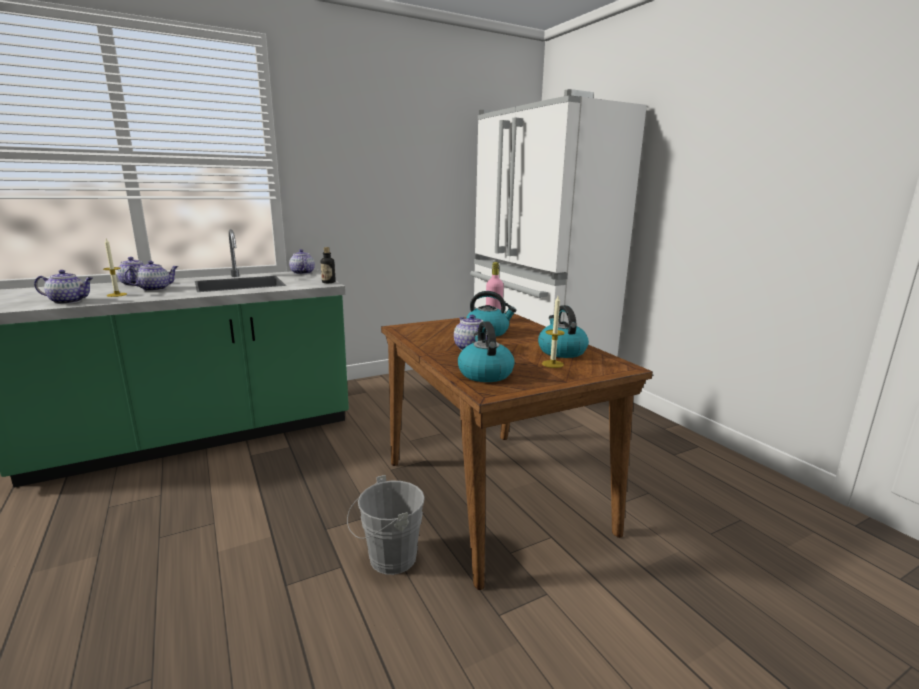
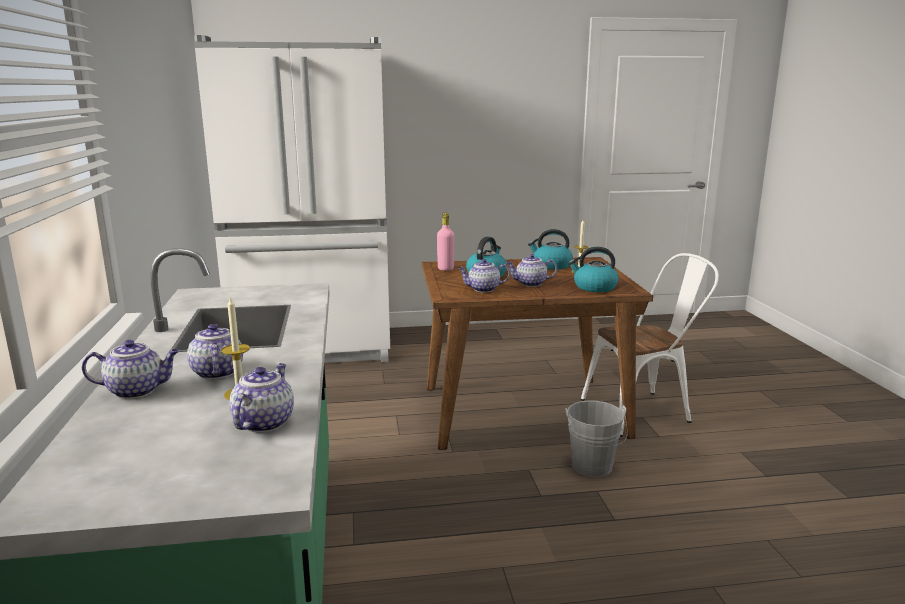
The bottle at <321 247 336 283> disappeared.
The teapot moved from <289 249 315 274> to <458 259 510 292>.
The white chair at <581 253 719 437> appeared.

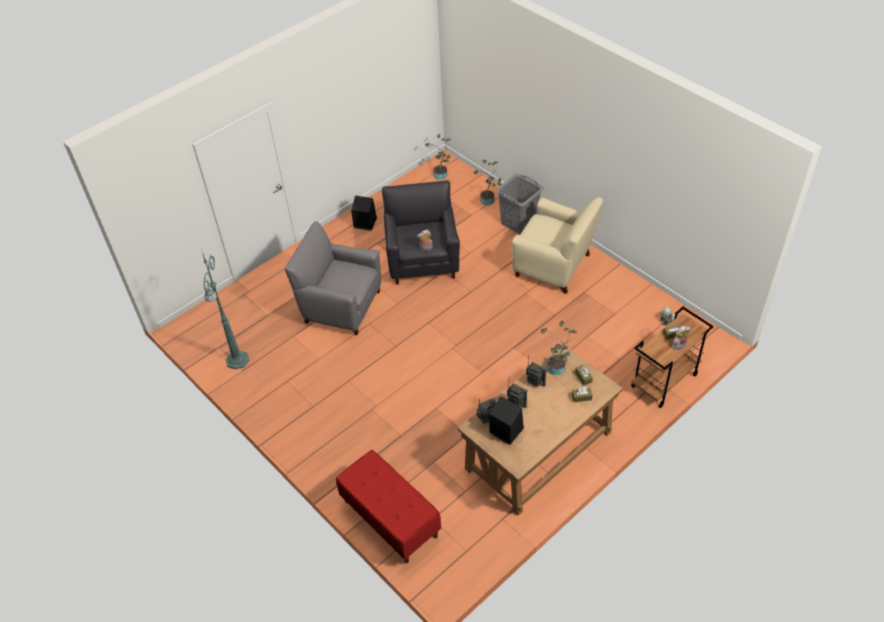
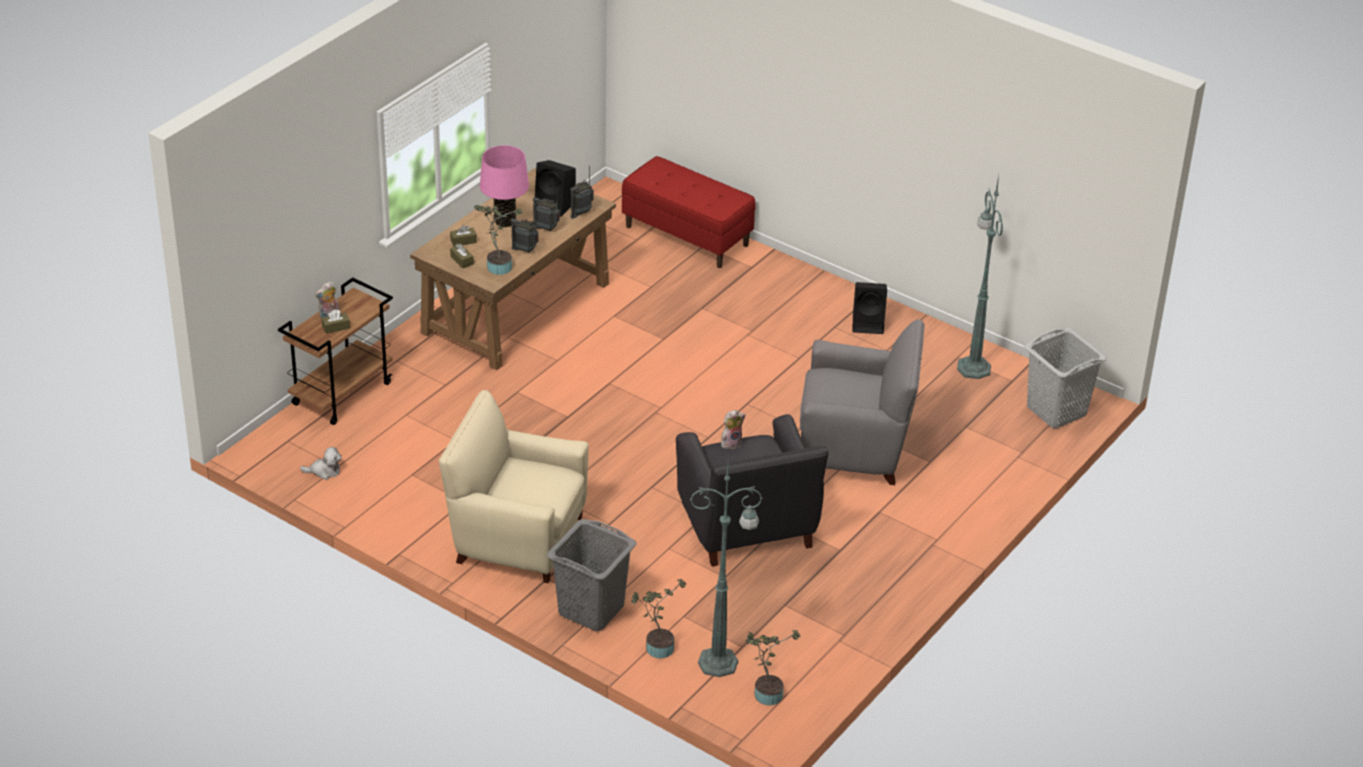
The black speaker moved from <351 196 377 231> to <852 282 887 334>.
The pink table lamp at <480 145 529 227> appeared.
The grey laundry basket at <1024 328 1107 428> appeared.
The green floor lamp at <690 462 762 677> appeared.

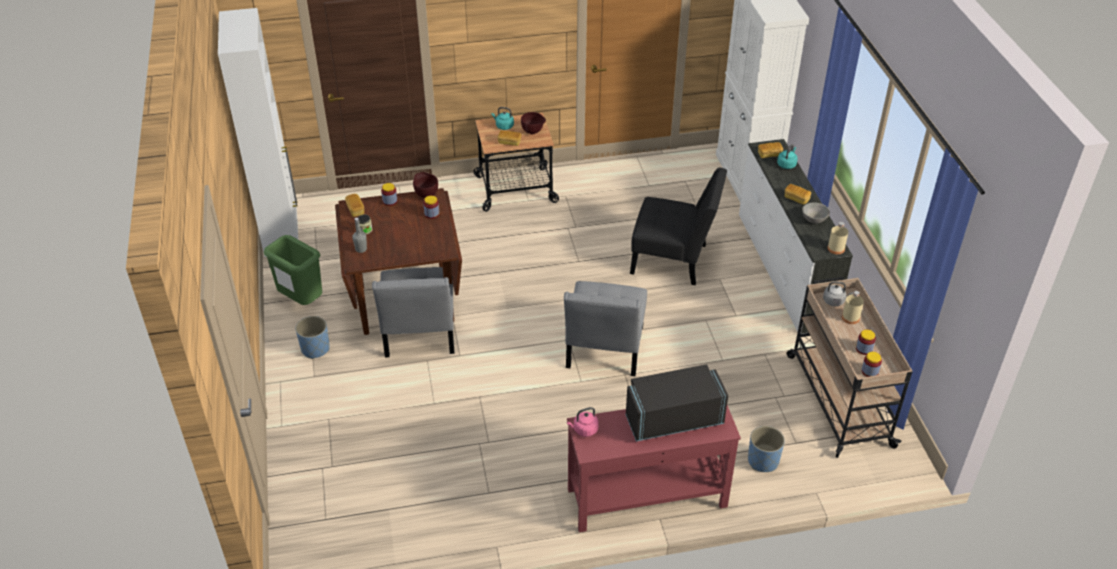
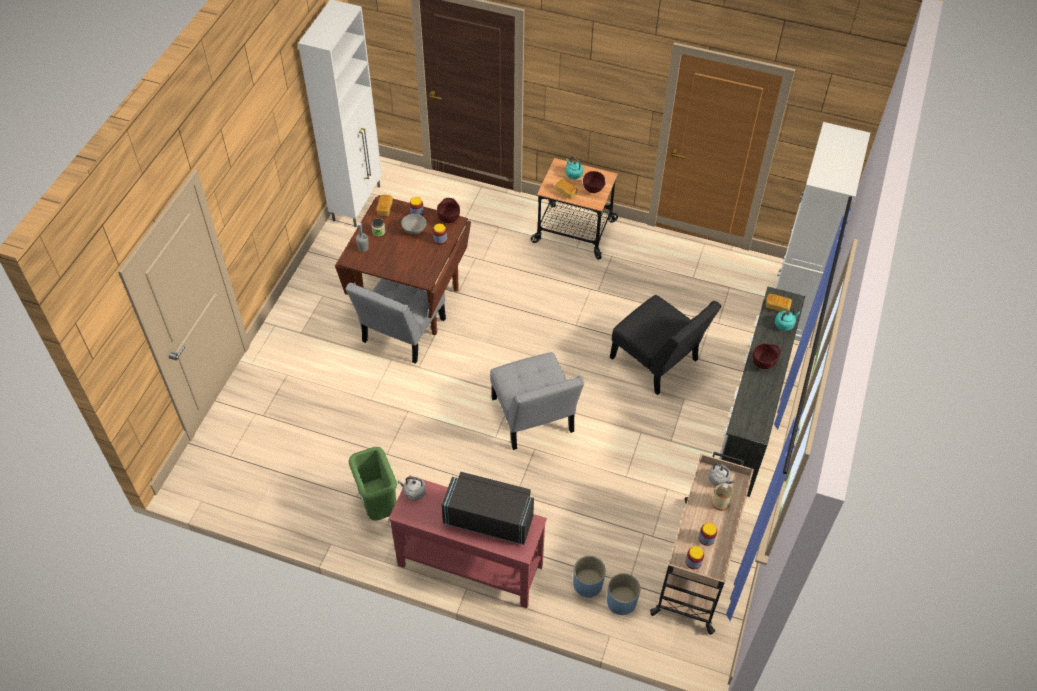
The bread at <785 184 811 205> was replaced by the brown bowl at <752 343 781 369>.
The grey bowl moved from <802 202 830 224> to <401 214 427 234>.
The beige bottle at <827 222 848 254> disappeared.
The green trash can moved from <264 235 322 305> to <348 447 397 521>.
The grey chair at <564 281 647 376> turned 60 degrees counterclockwise.
The blue planter moved from <296 316 330 359> to <607 573 640 615>.
The pink kettle at <567 407 599 437> became the grey kettle at <398 477 426 501>.

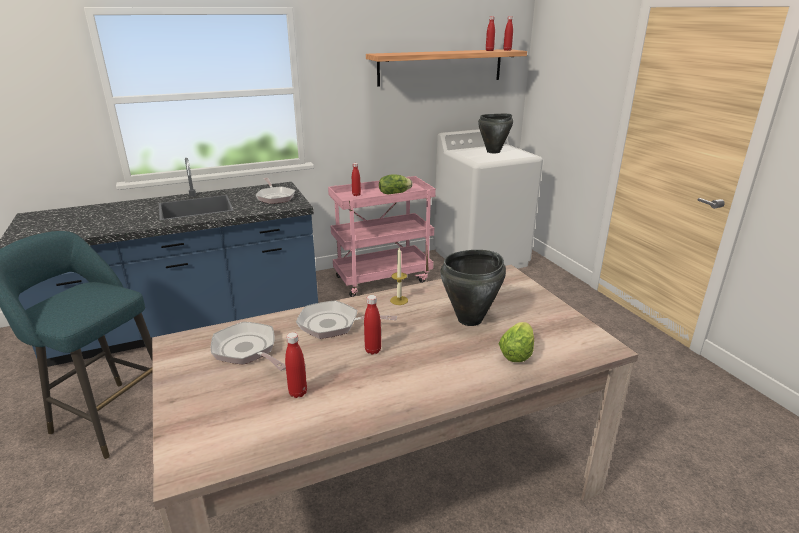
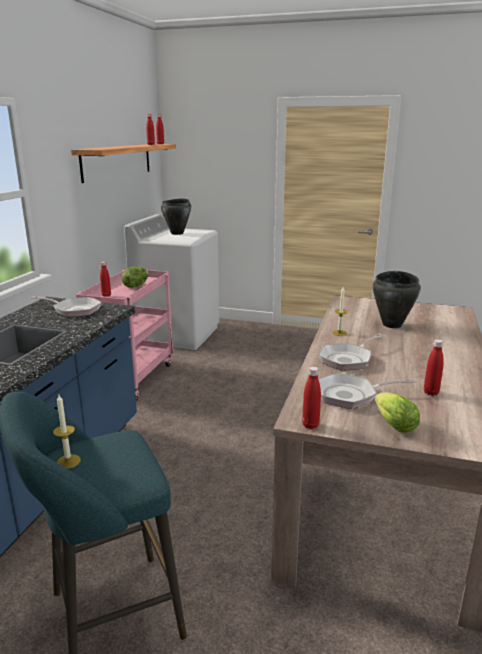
The red bottle moved from <364 295 381 354> to <302 367 321 429>.
The lettuce moved from <499 322 534 362> to <375 392 420 433>.
The candle at <53 395 81 469> appeared.

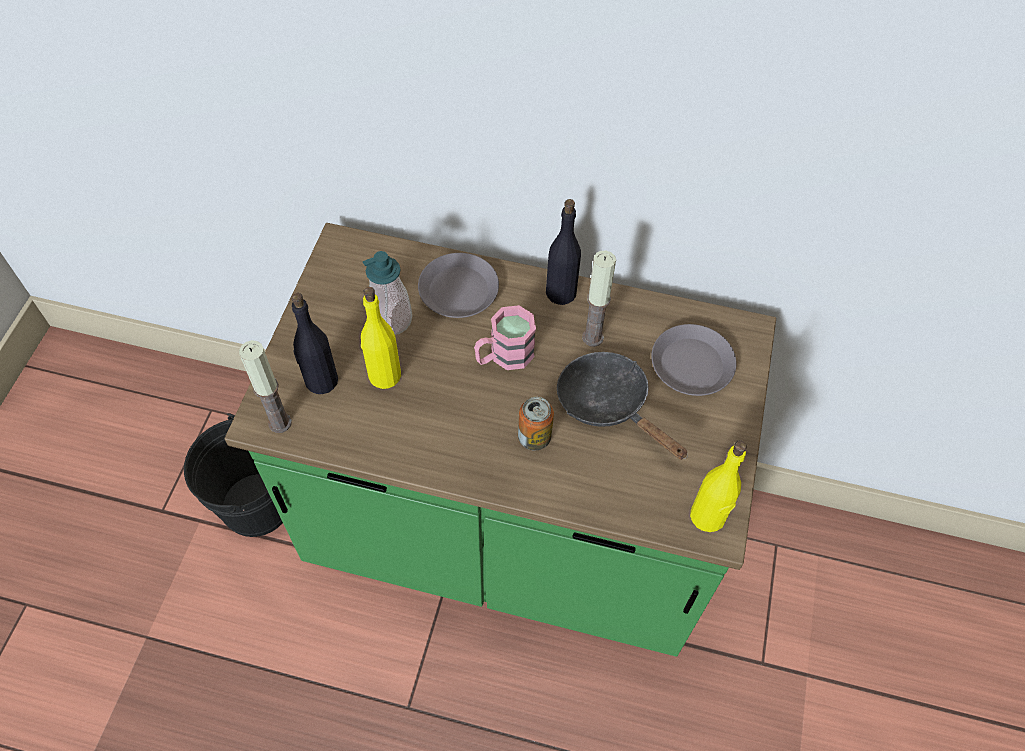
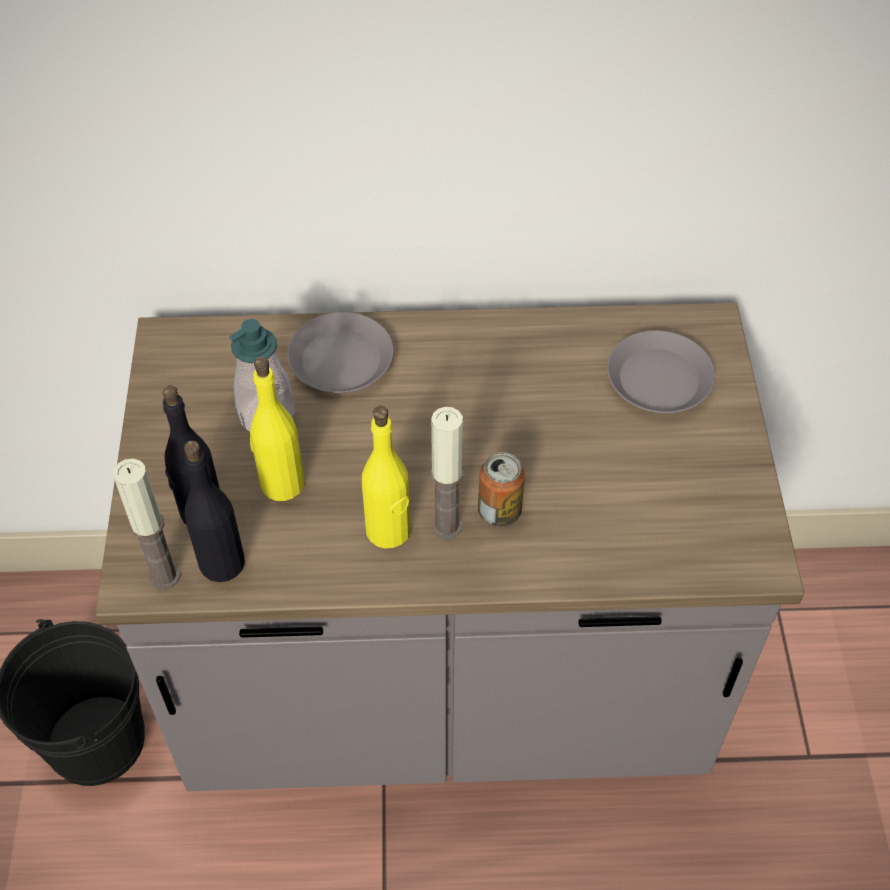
The black bottle moved from <546 199 581 305> to <184 441 245 582>.
The green counter at <225 223 776 657> became the grey counter at <95 302 804 791>.
The candle moved from <582 251 616 347> to <430 407 463 539>.
The pink mug at <474 305 536 370> disappeared.
The black frying pan at <557 352 688 460> disappeared.
The yellow bottle moved from <690 440 747 532> to <362 406 411 549>.

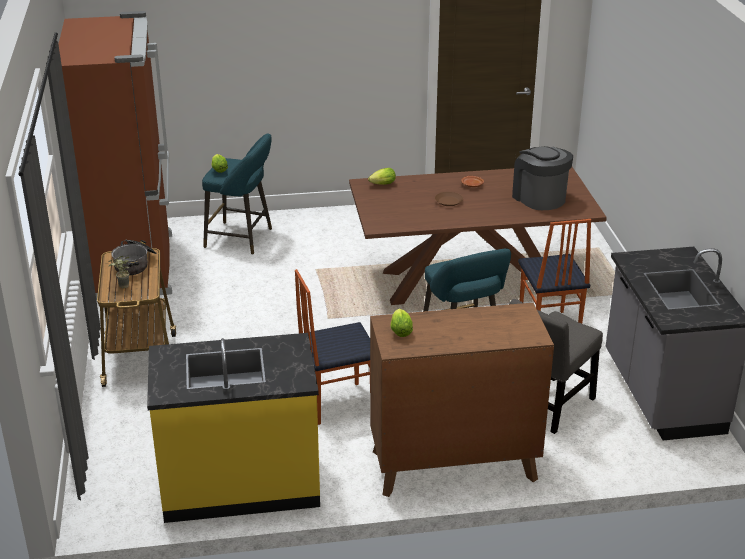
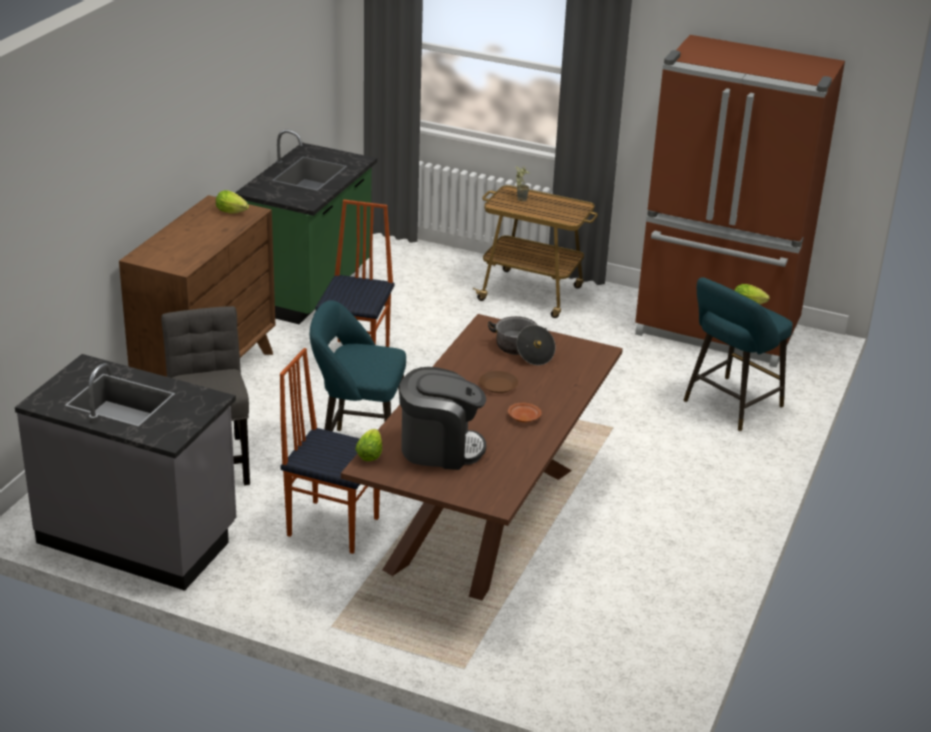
The lettuce moved from <368 168 396 185> to <355 429 382 461>.
The cooking pot moved from <111 240 157 275> to <488 316 555 365>.
The yellow counter at <147 333 320 523> became the green counter at <235 130 377 324>.

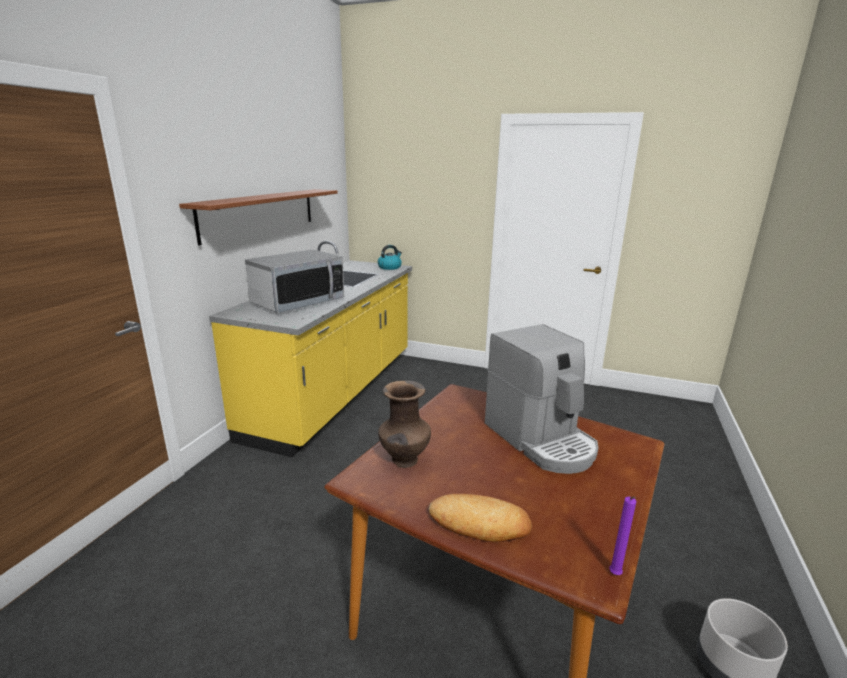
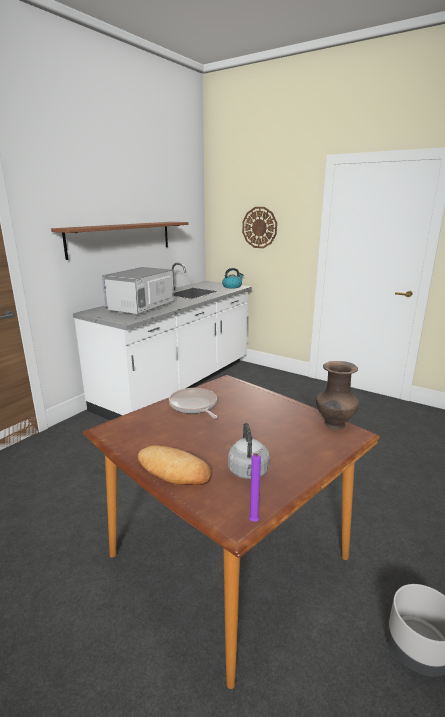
The yellow counter at <209 241 412 457> became the white counter at <73 263 252 420>.
The microwave at <245 249 344 313> turned 150 degrees clockwise.
The coffee machine at <485 324 599 474> disappeared.
The brown vase moved from <378 381 431 468> to <316 361 359 430>.
The wall clock at <242 207 277 248> appeared.
The frying pan at <169 388 217 418> appeared.
The grey kettle at <228 423 270 479> appeared.

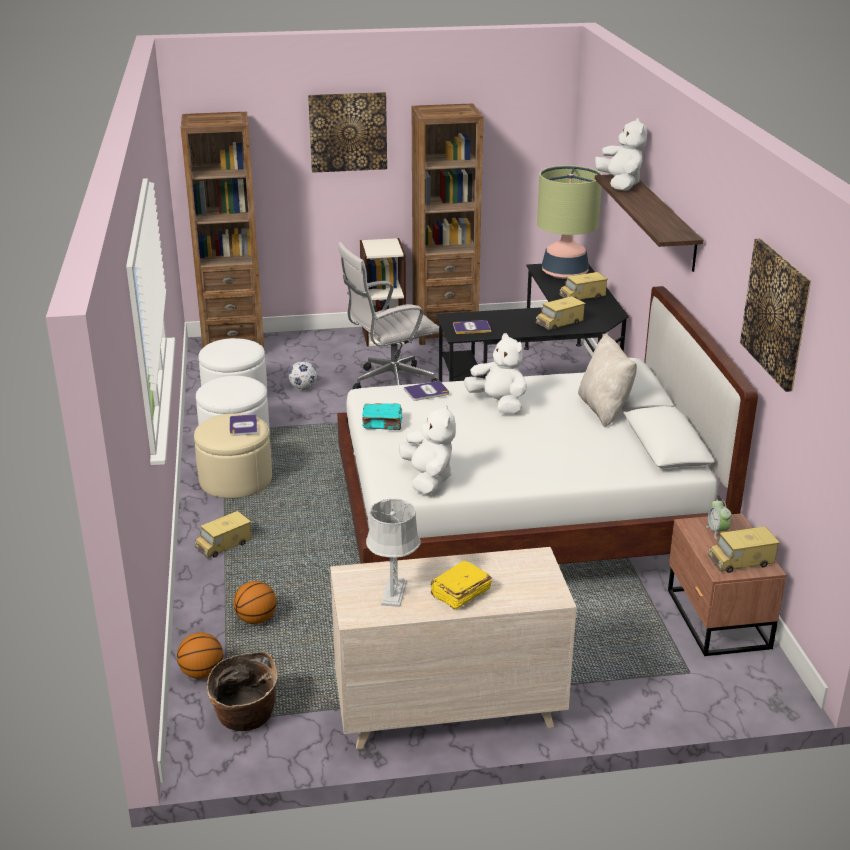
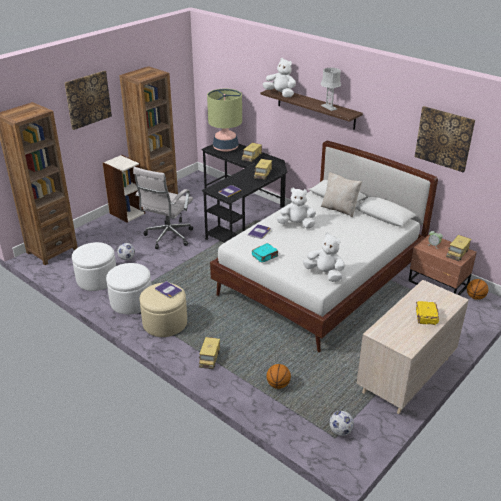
The grey table lamp moved from <366 499 421 607> to <320 67 341 111>.
The basketball moved from <177 632 223 679> to <467 279 488 300>.
The basket at <207 652 278 731> was replaced by the football at <329 411 354 436>.

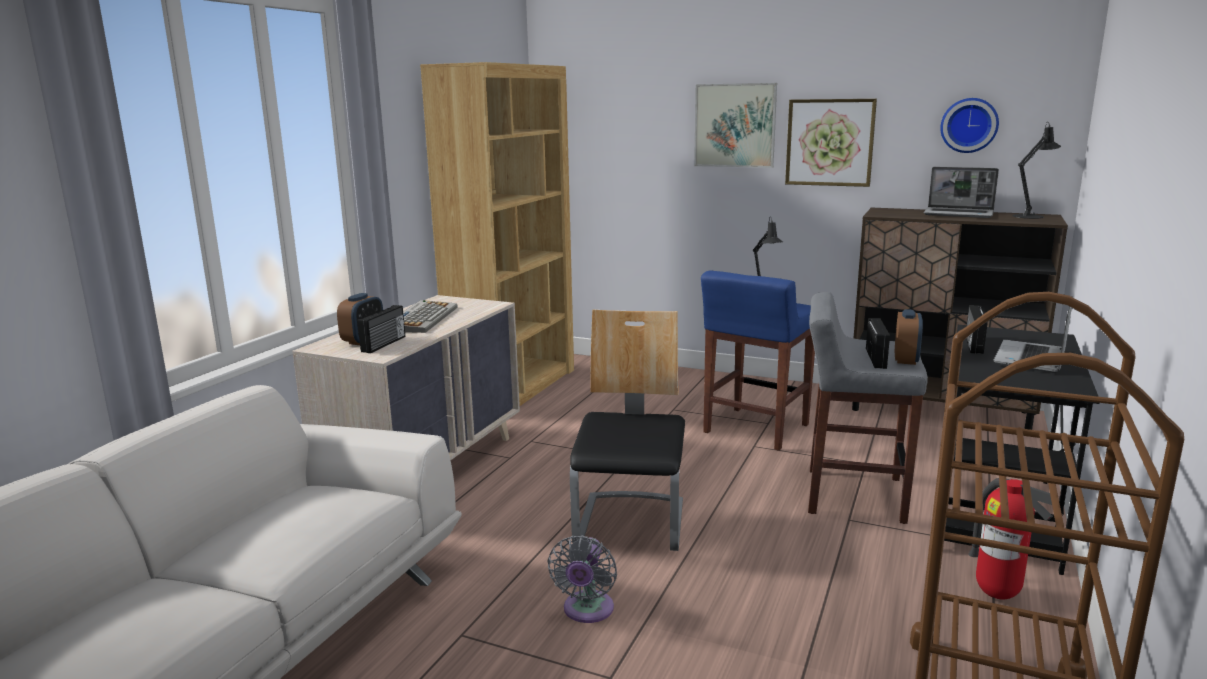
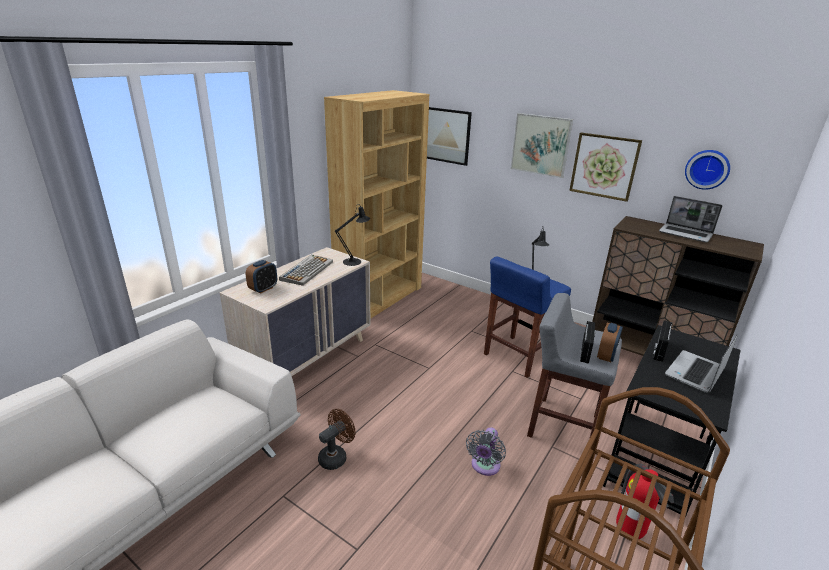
The black table lamp moved from <1013 122 1061 219> to <335 204 370 266>.
The radio at <358 305 405 353> disappeared.
The chair at <570 309 685 551> disappeared.
The grey fan moved from <547 535 617 623> to <466 427 506 476>.
The picture at <427 107 472 166> appeared.
The brown fan at <318 409 355 470> appeared.

